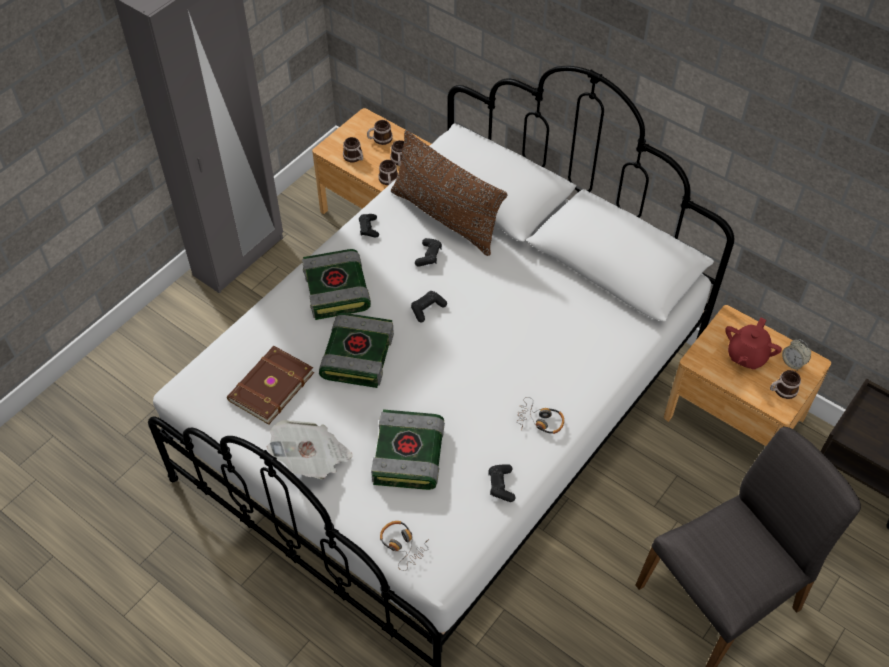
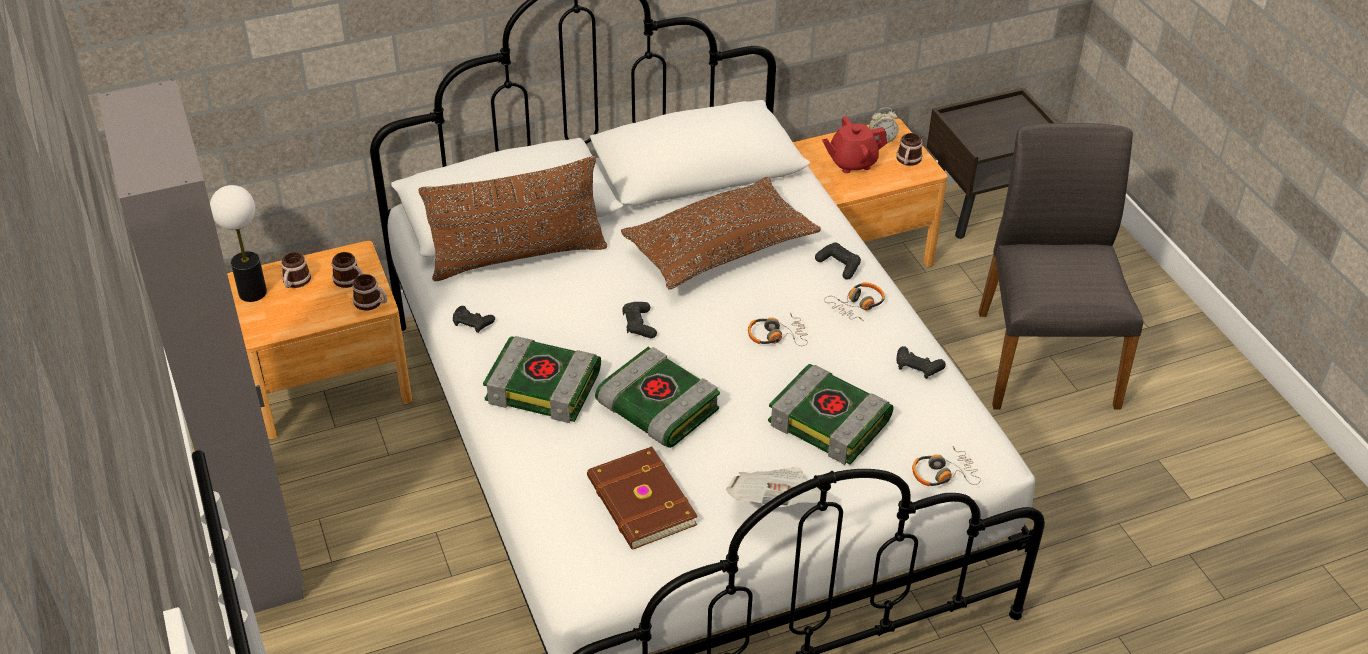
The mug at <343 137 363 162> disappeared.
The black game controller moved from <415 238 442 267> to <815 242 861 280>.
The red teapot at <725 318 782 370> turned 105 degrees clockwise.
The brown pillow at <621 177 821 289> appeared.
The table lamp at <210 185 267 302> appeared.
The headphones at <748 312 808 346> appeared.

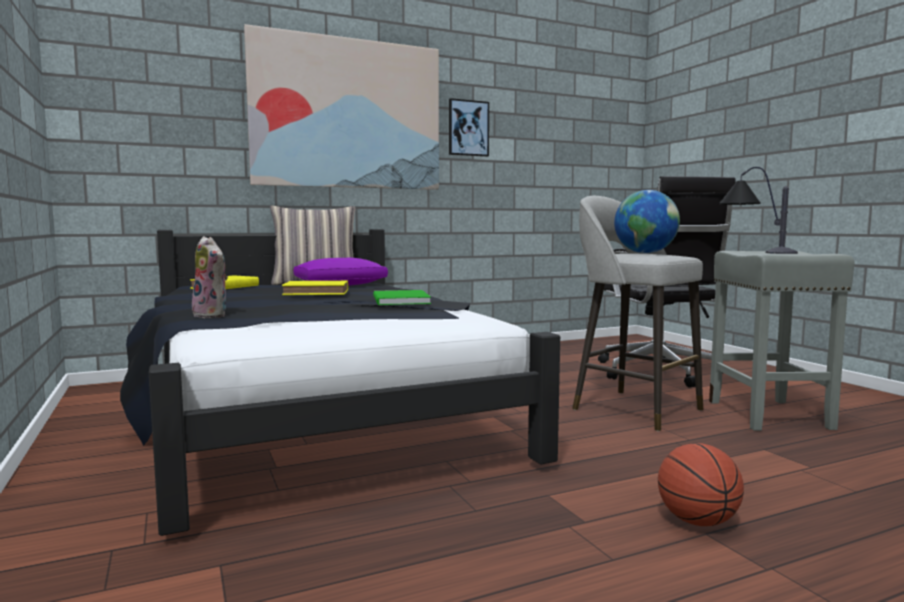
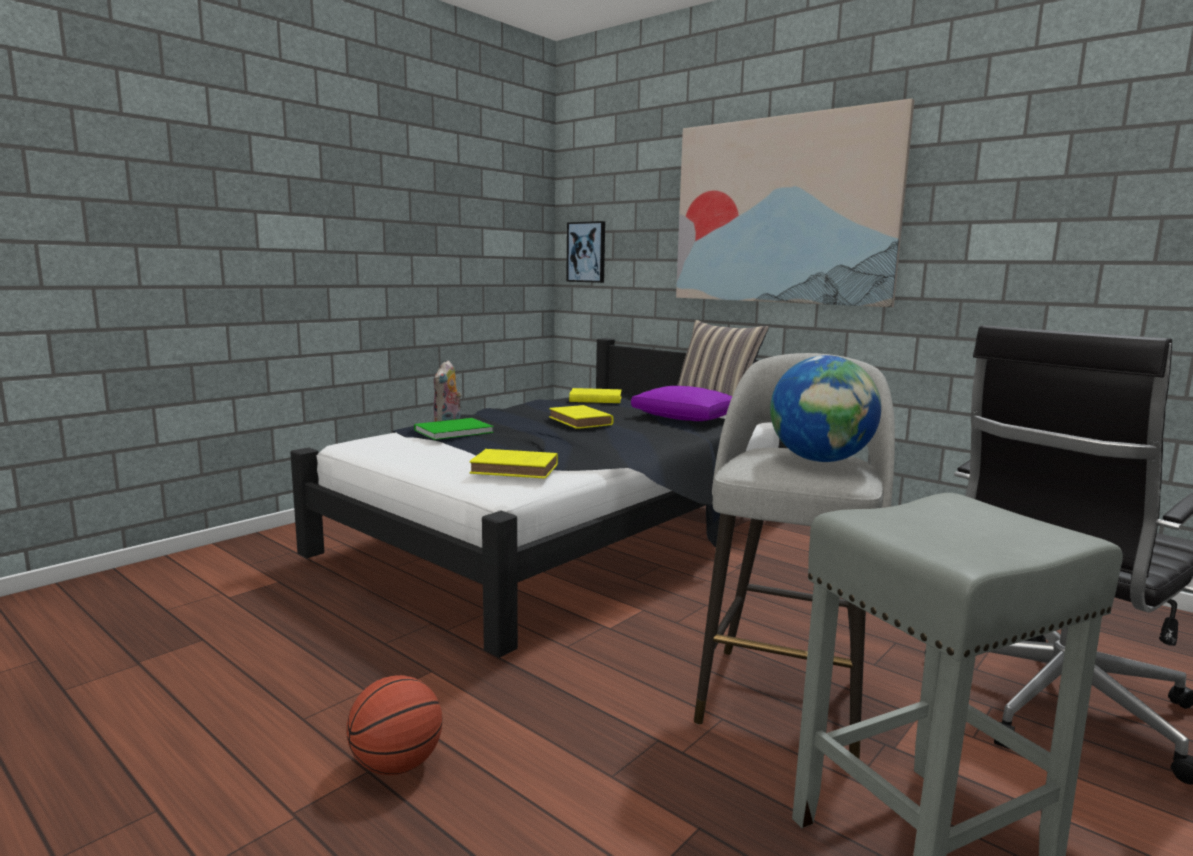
The picture moved from <449 98 489 157> to <566 221 605 283>.
The table lamp at <719 167 798 254> disappeared.
The green book moved from <373 290 431 305> to <414 418 494 440>.
The yellow book at <469 449 558 479> appeared.

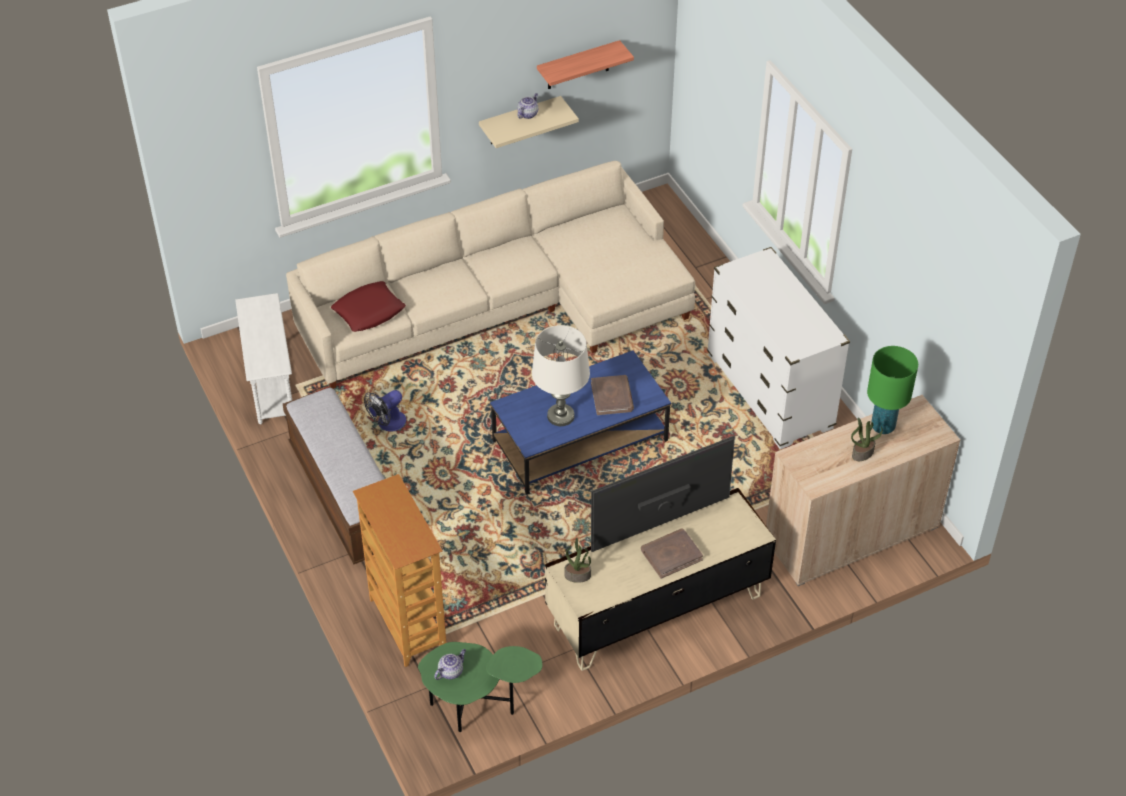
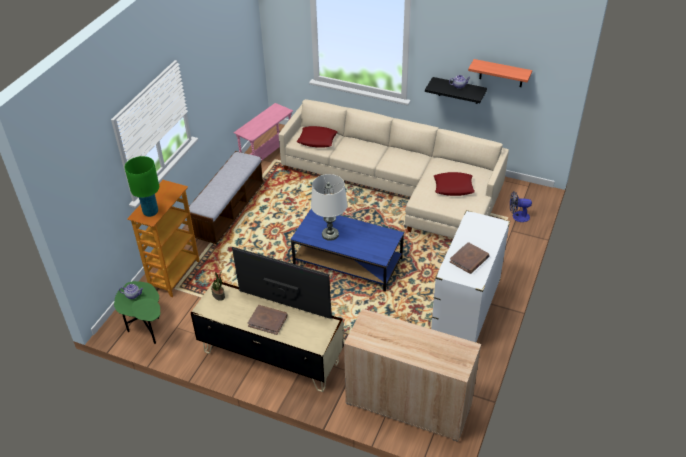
The beige shelf at <479 96 579 148> became the black shelf at <425 77 487 104>.
The white side table at <235 293 292 424> became the pink side table at <234 103 293 160>.
The green table lamp moved from <867 346 918 434> to <124 156 159 217>.
The brown book moved from <591 375 634 415> to <450 242 489 274>.
The fan moved from <364 390 406 431> to <510 191 532 222>.
The potted plant at <851 417 883 461> disappeared.
The red pillow at <434 172 475 196> appeared.

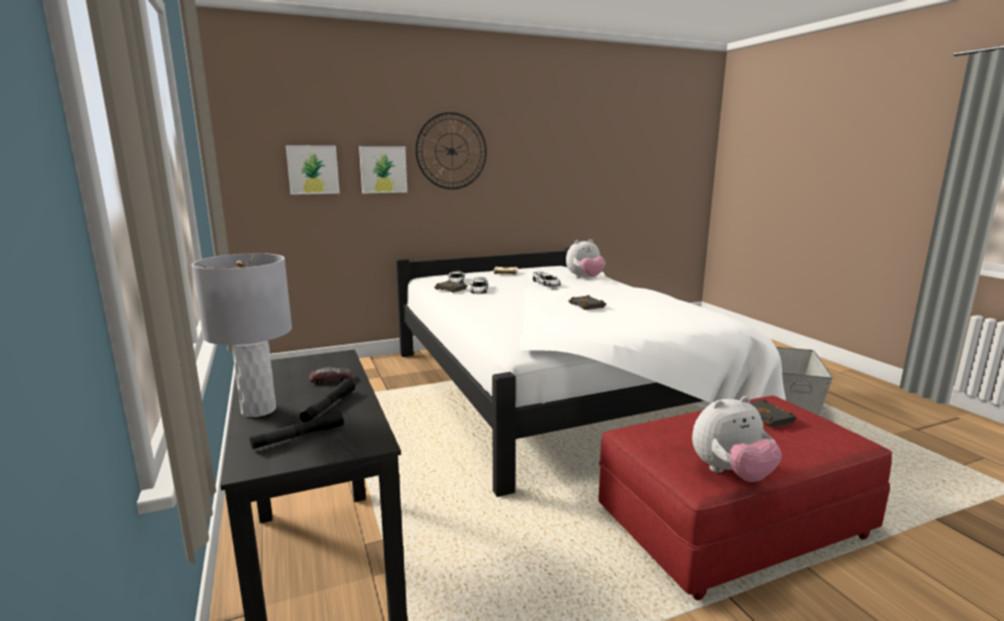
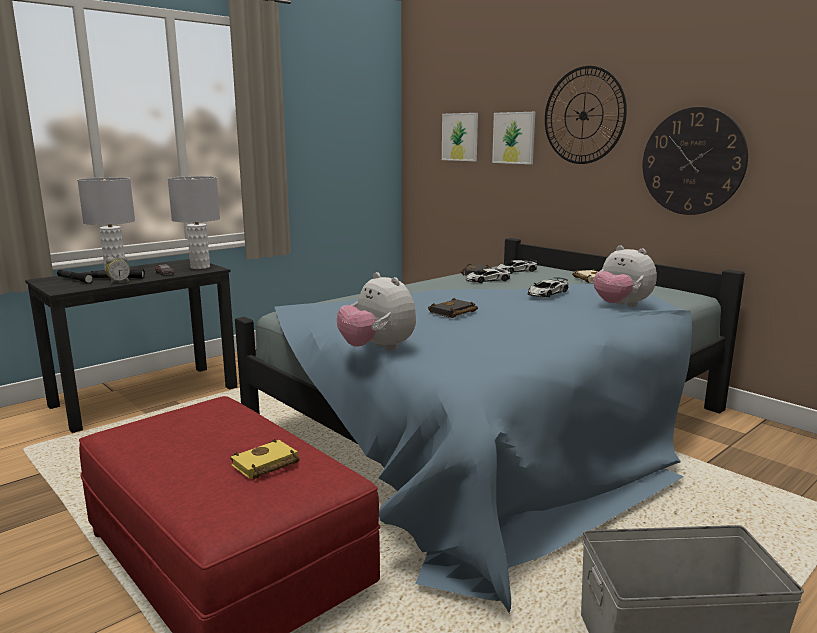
The white bed at <396 247 786 497> became the blue bed at <235 238 745 613>.
The plush toy moved from <692 396 782 482> to <337 272 416 351>.
The black book at <750 399 796 428> became the yellow book at <230 439 300 479>.
The wall clock at <643 107 748 215> appeared.
The grey table lamp at <168 176 220 269> appeared.
The alarm clock at <106 255 130 284> appeared.

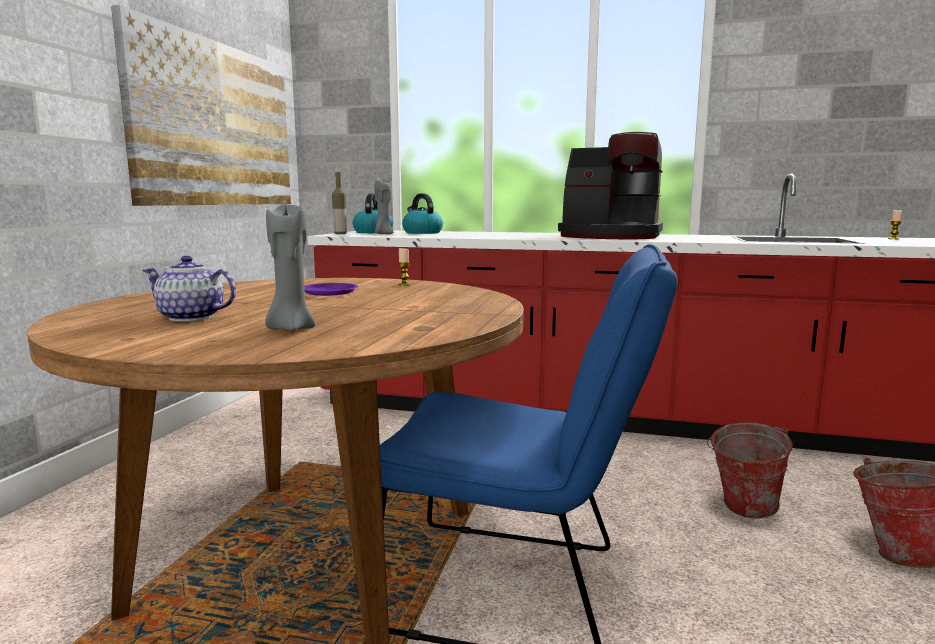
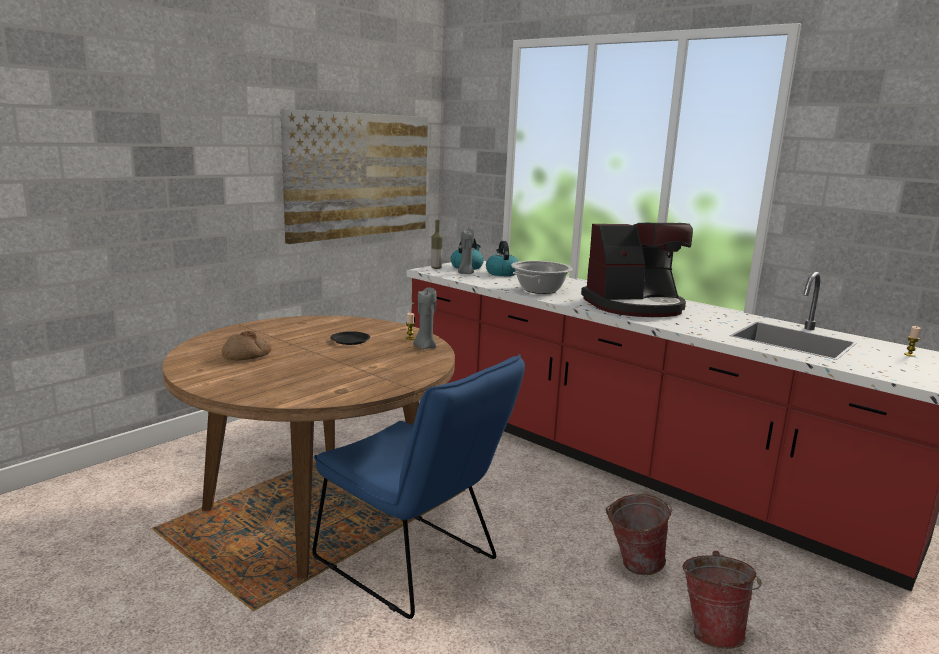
The coffee machine at <558 132 663 239> turned 60 degrees counterclockwise.
The grey candle moved from <265 202 315 331> to <413 287 436 350>.
The teapot at <143 256 236 321> was replaced by the bread at <222 331 272 360>.
The purple plate at <304 283 359 296> became the black plate at <331 331 370 345>.
The cooking pot at <511 261 573 294> appeared.

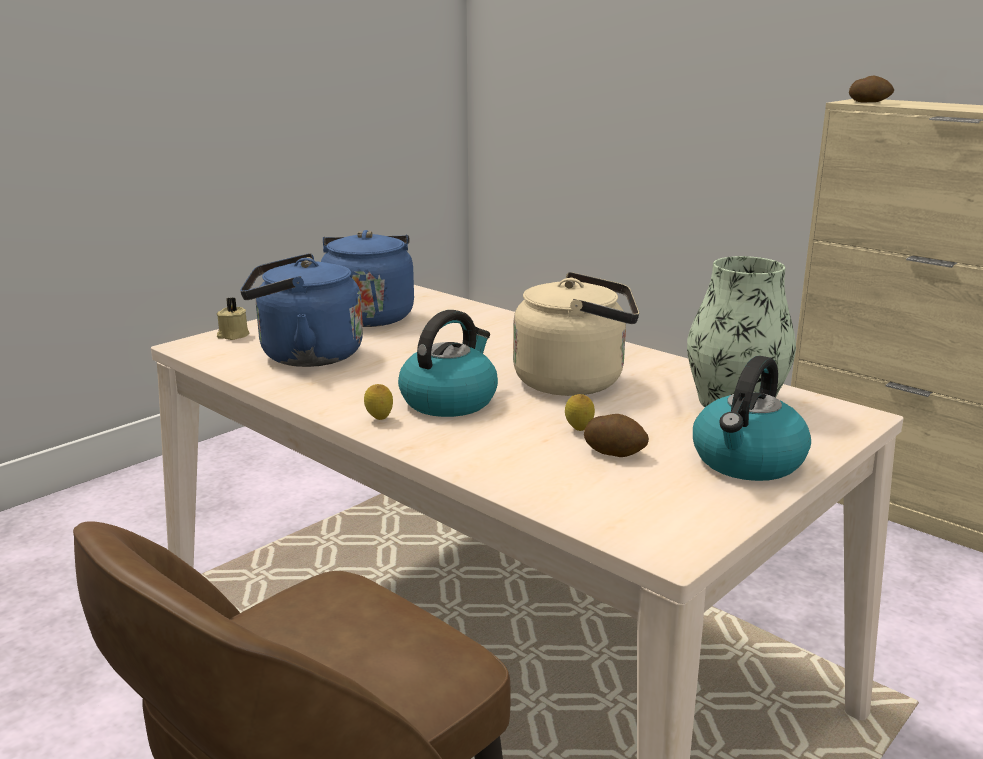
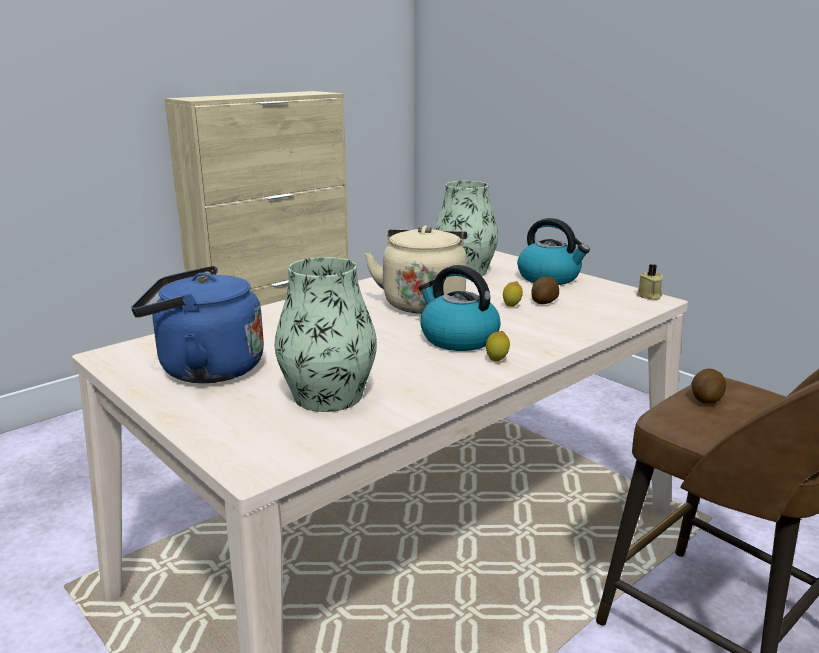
The potato moved from <849 76 894 102> to <691 369 726 404>.
The blue kettle at <240 253 363 367> was replaced by the vase at <274 257 377 412>.
The beige candle moved from <217 298 250 340> to <636 264 664 300>.

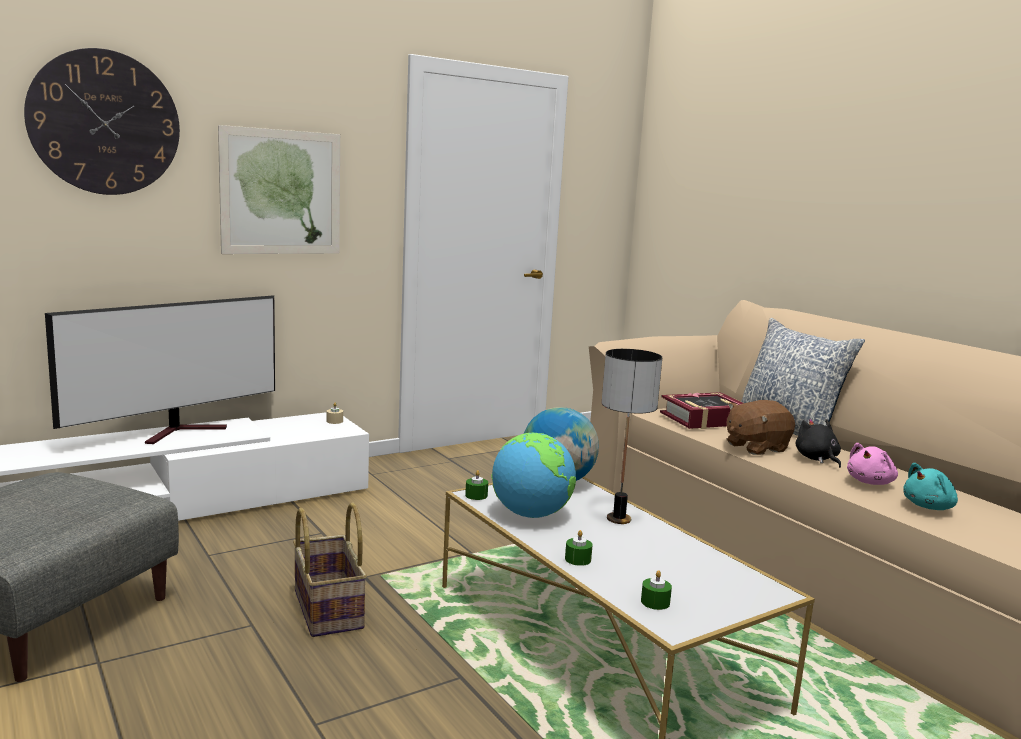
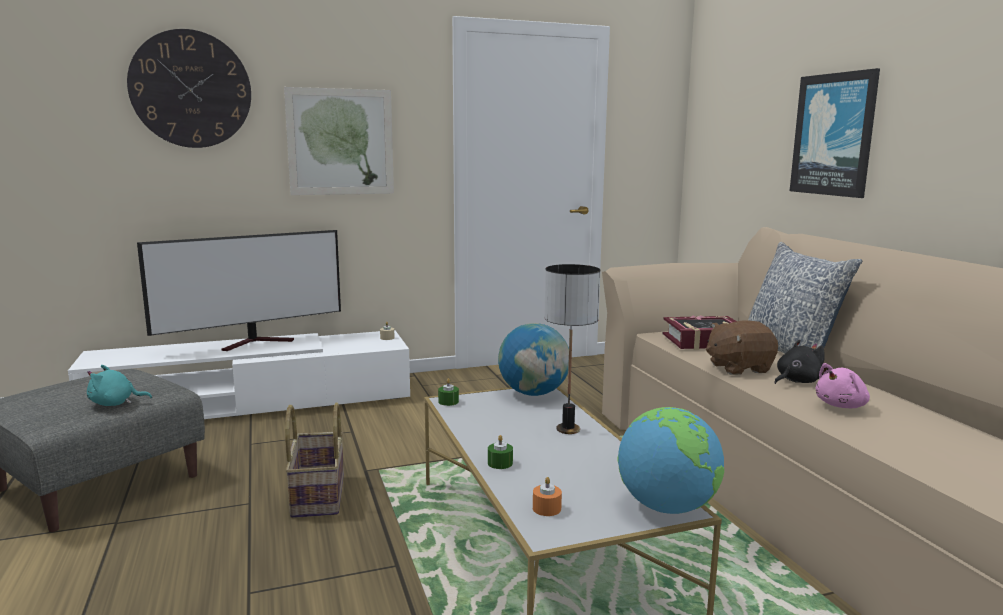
The black plush toy at <796 419 841 468> turned 60 degrees clockwise.
The globe moved from <492 433 576 518> to <617 407 724 514>.
The turquoise plush toy moved from <903 463 958 510> to <87 365 152 406>.
The green candle at <641 570 672 610> became the orange candle at <533 477 562 516>.
The picture at <790 68 880 198> appeared.

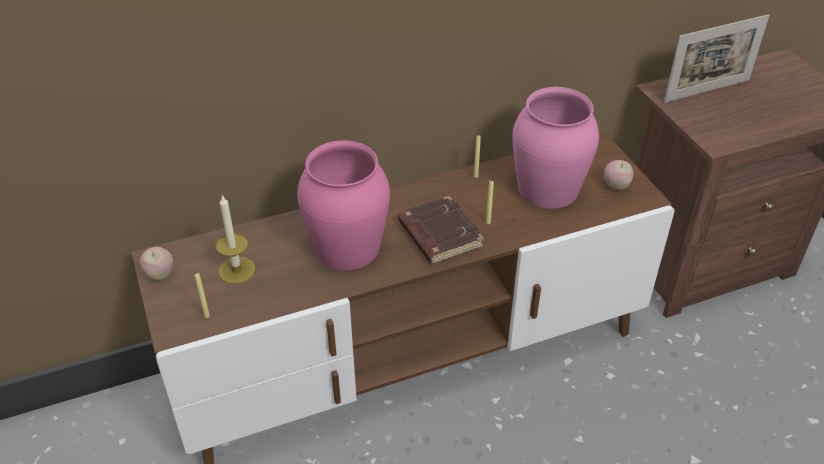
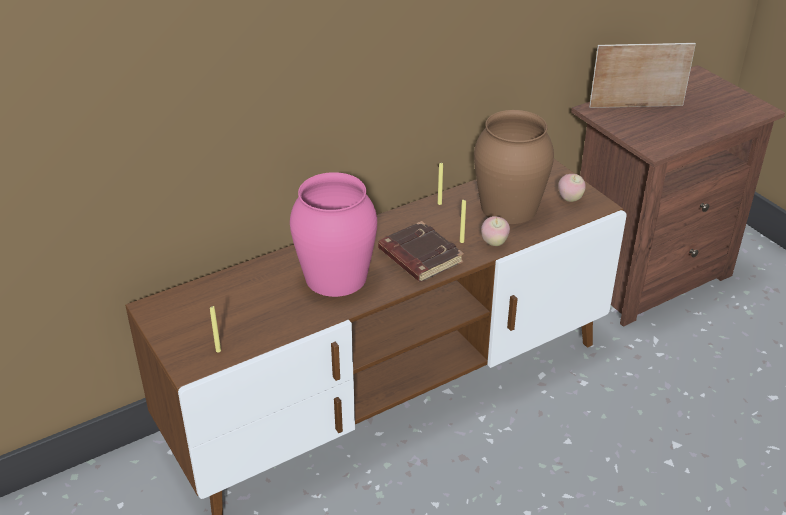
The picture frame at <664 14 769 102> turned 150 degrees counterclockwise.
The pink vase at <512 87 599 209> became the brown vase at <474 110 554 224>.
The candle at <216 195 256 284> disappeared.
The apple moved from <139 247 173 281> to <481 216 510 246>.

